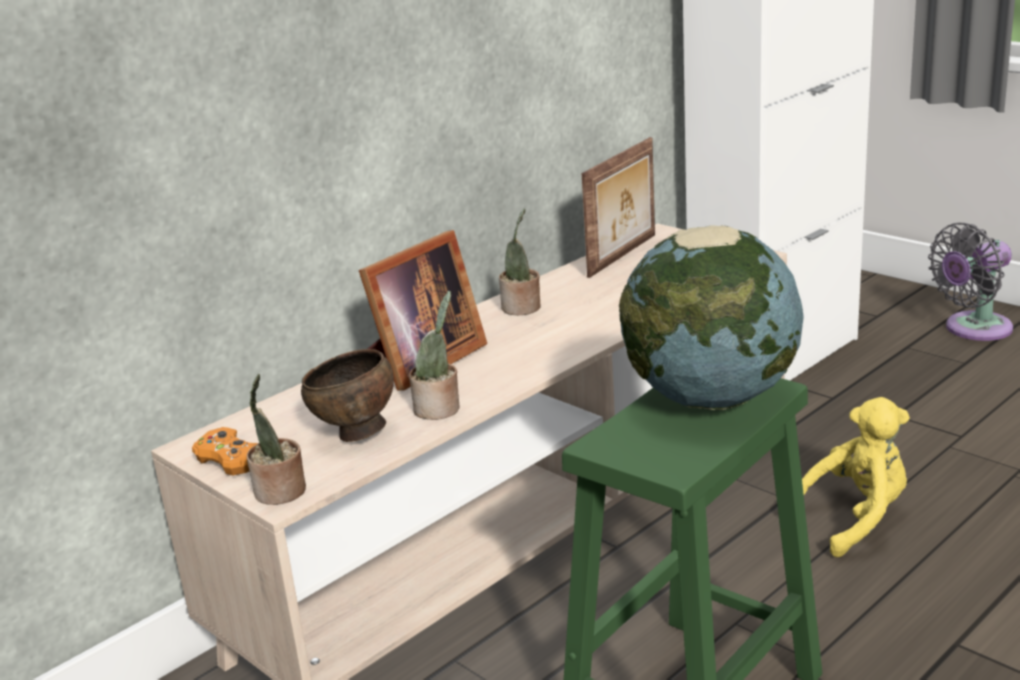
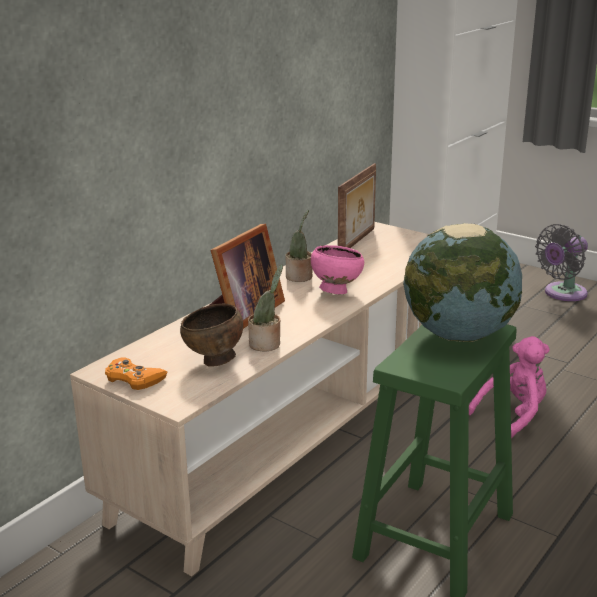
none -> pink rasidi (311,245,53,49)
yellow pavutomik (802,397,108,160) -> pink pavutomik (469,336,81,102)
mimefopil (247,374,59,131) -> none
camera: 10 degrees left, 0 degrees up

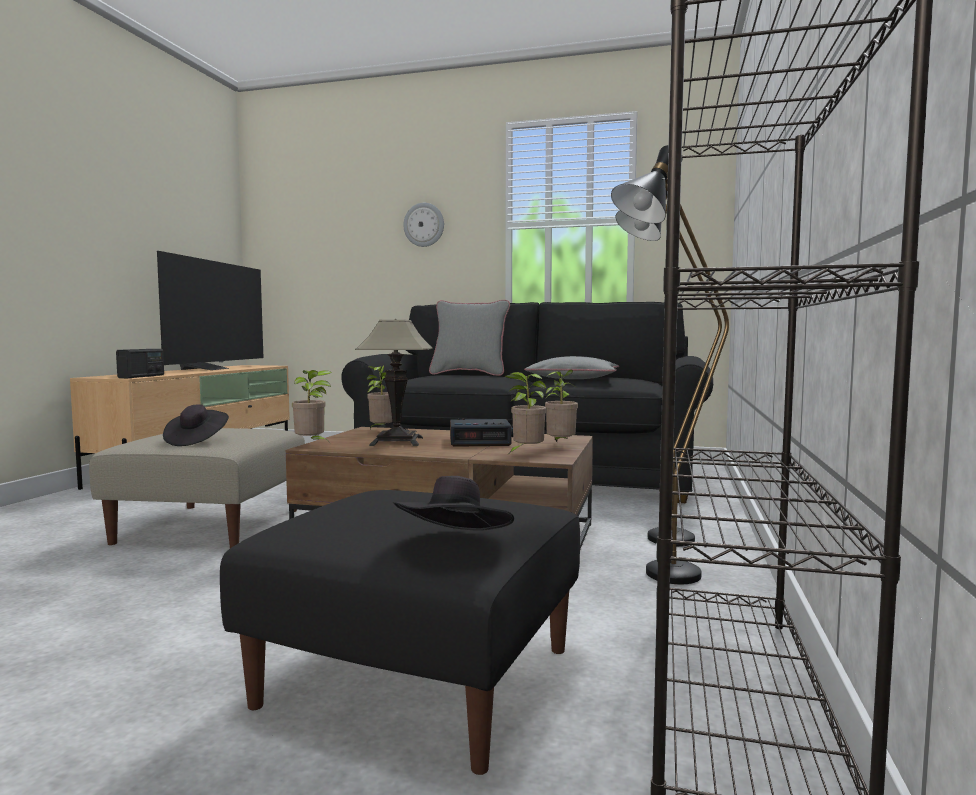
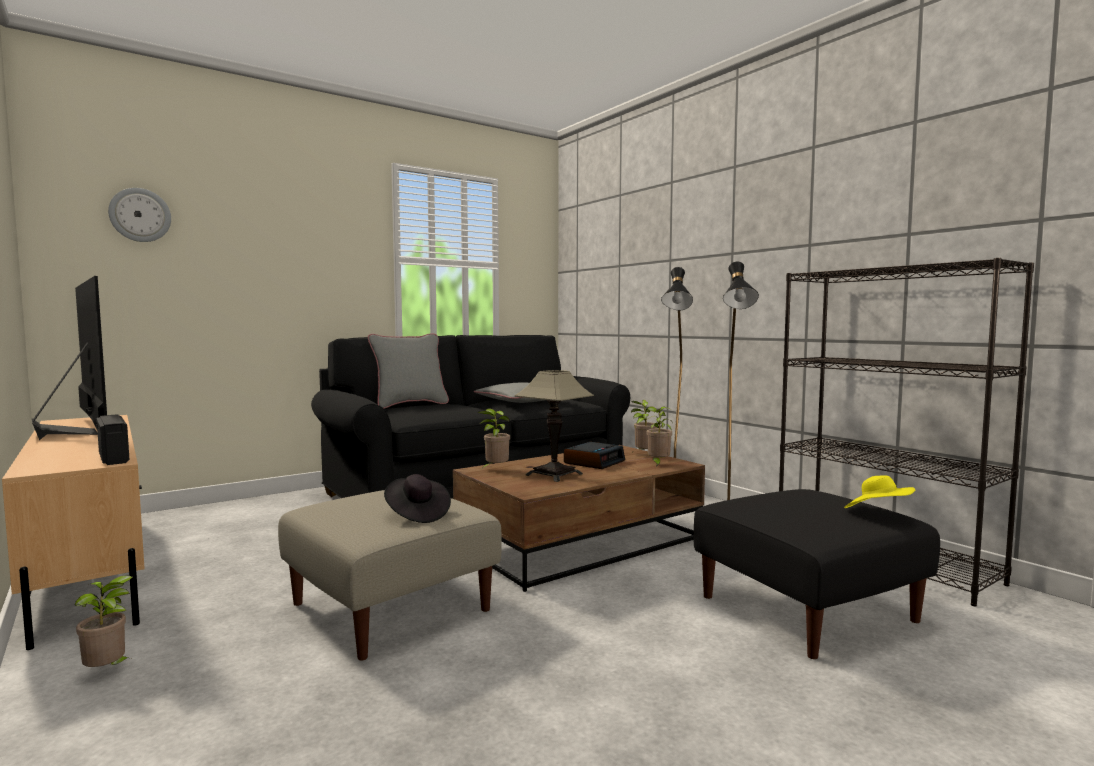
mimefopil (292,370,40,74) -> mimefopil (75,575,58,92), moved
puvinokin (403,203,41,44) -> puvinokin (108,188,63,54), moved
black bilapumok (393,476,121,55) -> yellow bilapumok (844,476,71,32)
camera: 50 degrees left, 0 degrees up

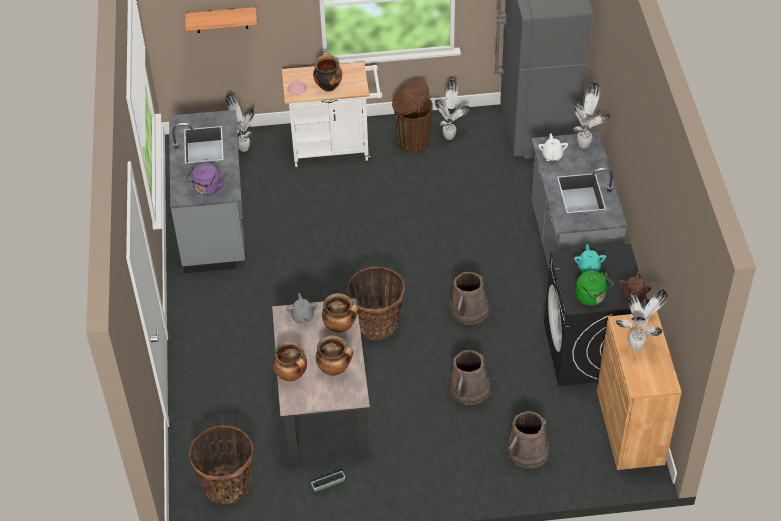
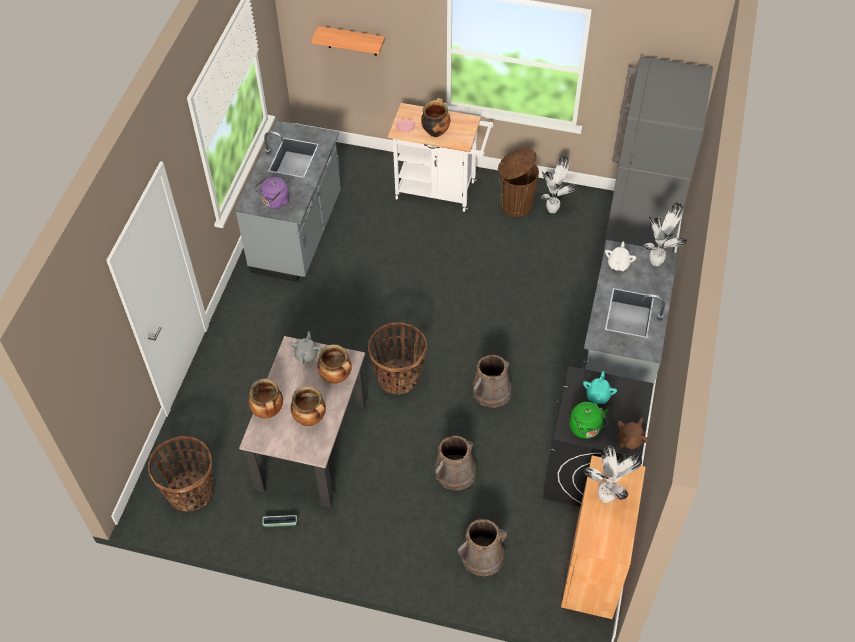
mimefopil (225,94,29,58) -> none
camera: 20 degrees right, 5 degrees up

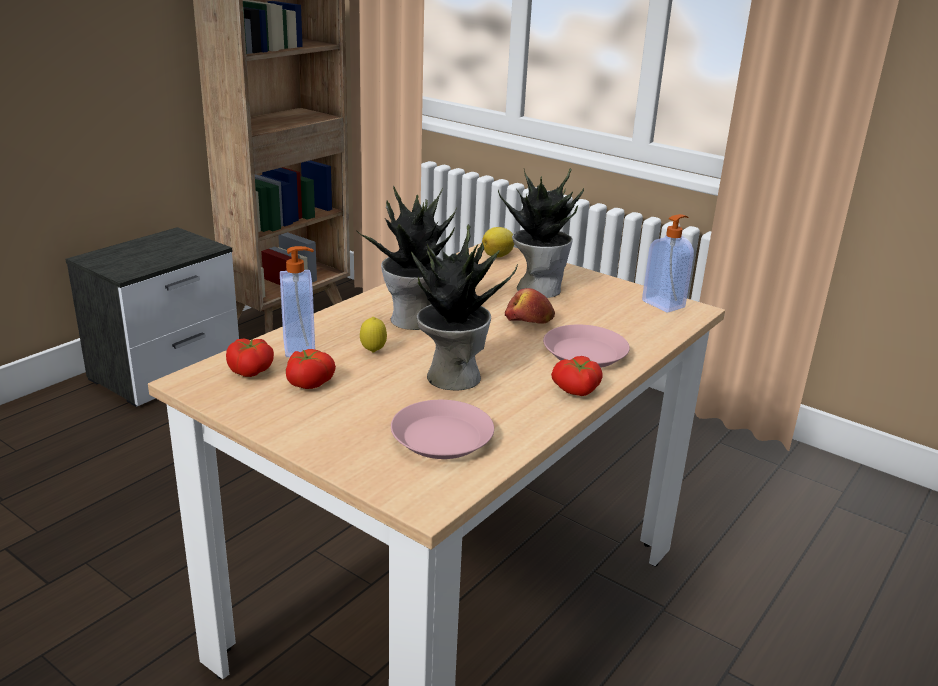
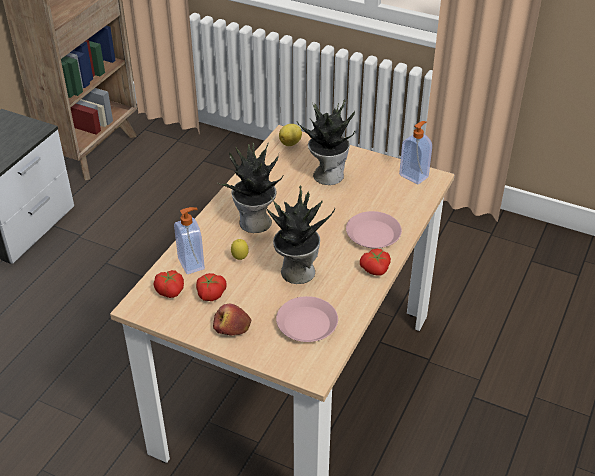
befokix (505,288,50,35) -> befokix (213,304,38,32), moved
camera: 10 degrees left, 15 degrees up

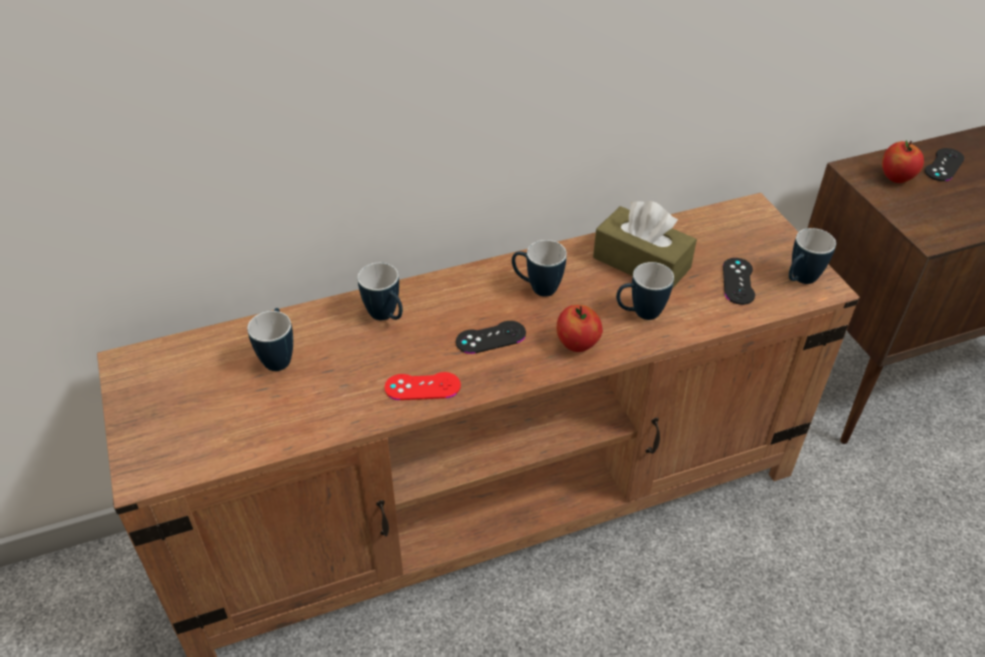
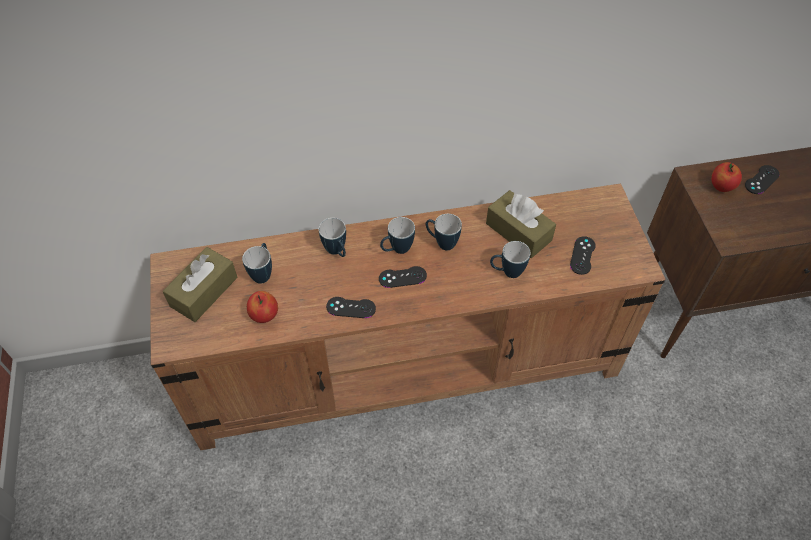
none -> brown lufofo (163,247,74,75)
befokix (557,305,46,47) -> befokix (247,291,31,32), moved
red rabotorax (384,372,77,28) -> black rabotorax (326,297,50,21)
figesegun (789,228,47,56) -> figesegun (380,217,35,37), moved
camera: 10 degrees right, 10 degrees up

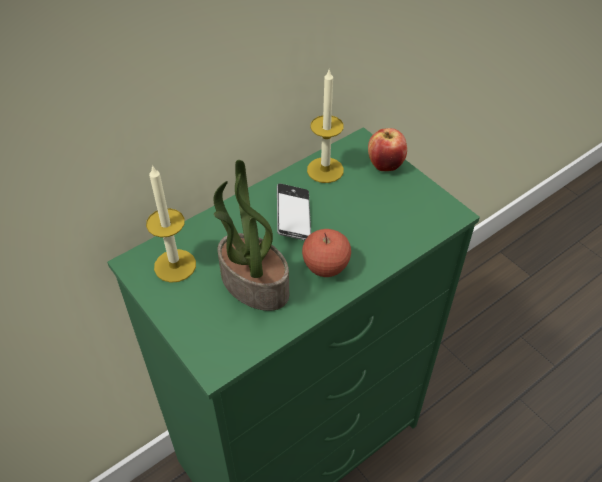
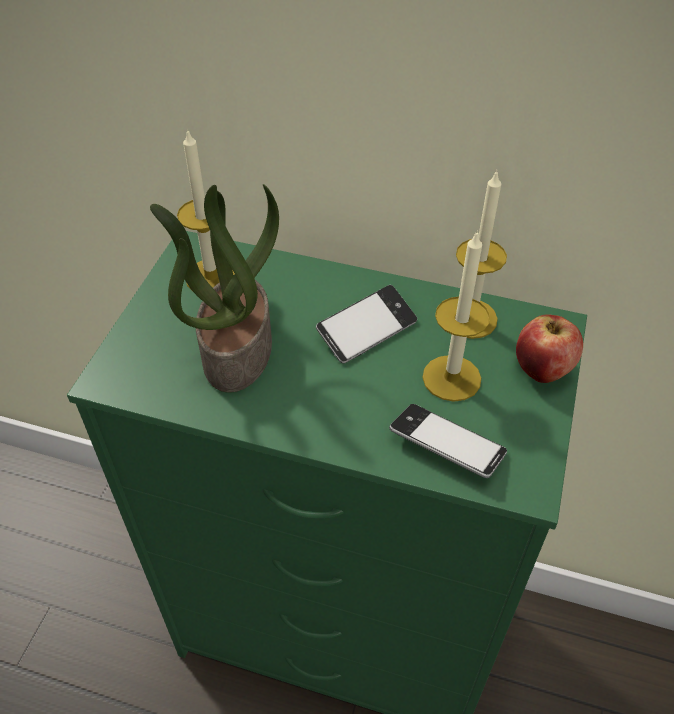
none -> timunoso (389,404,118,74)
none -> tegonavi (422,230,68,172)
befokix (302,229,49,48) -> none
camera: 55 degrees right, 0 degrees up

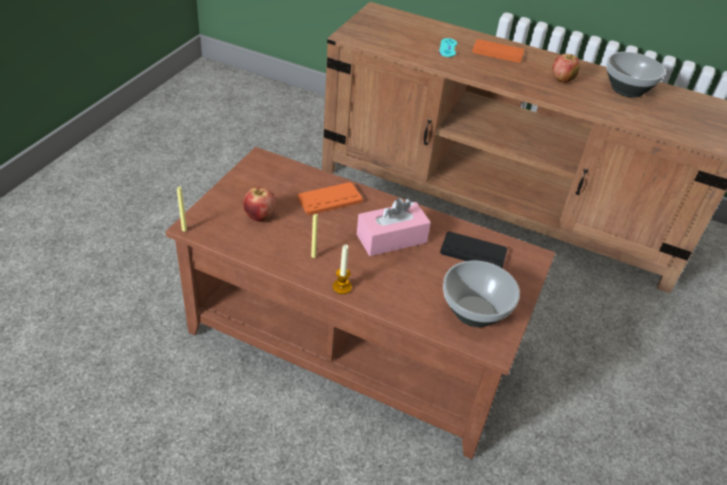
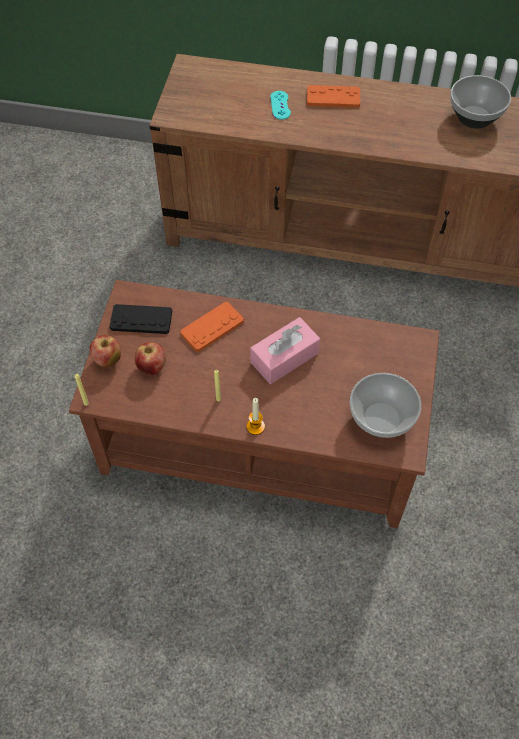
befokix (553,54,27,29) -> befokix (89,335,32,32), moved
black rabotorax (440,231,68,37) -> black rabotorax (109,304,63,30), moved
camera: 10 degrees left, 15 degrees up

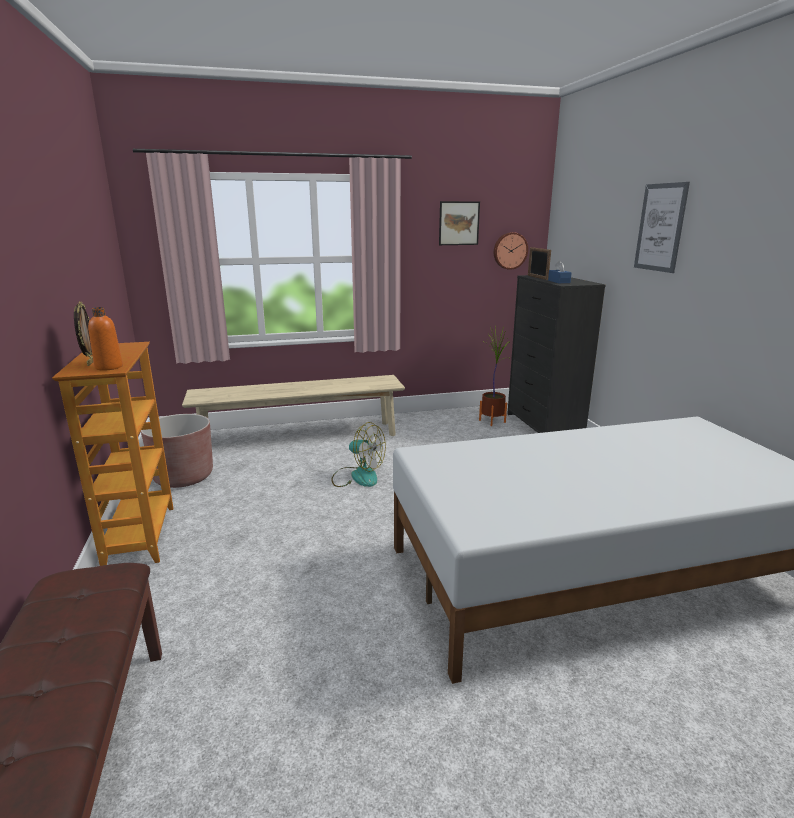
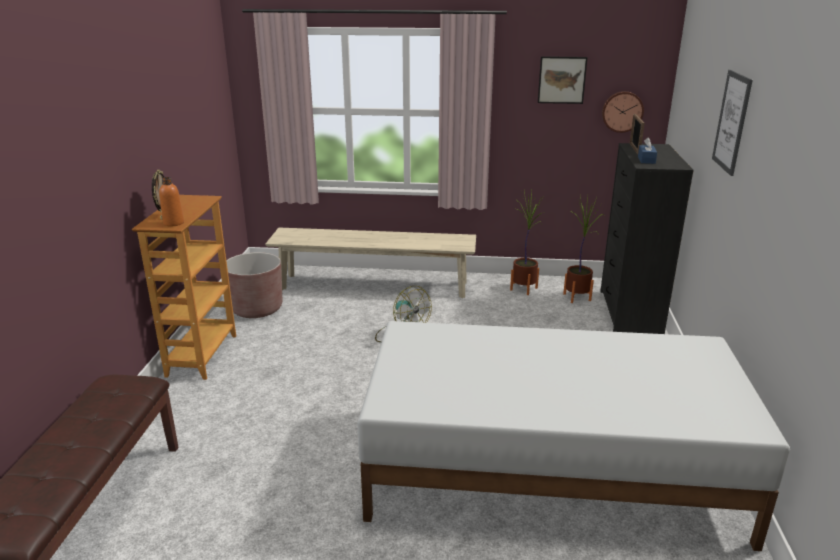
none -> mimefopil (510,190,35,105)
camera: 20 degrees right, 5 degrees up

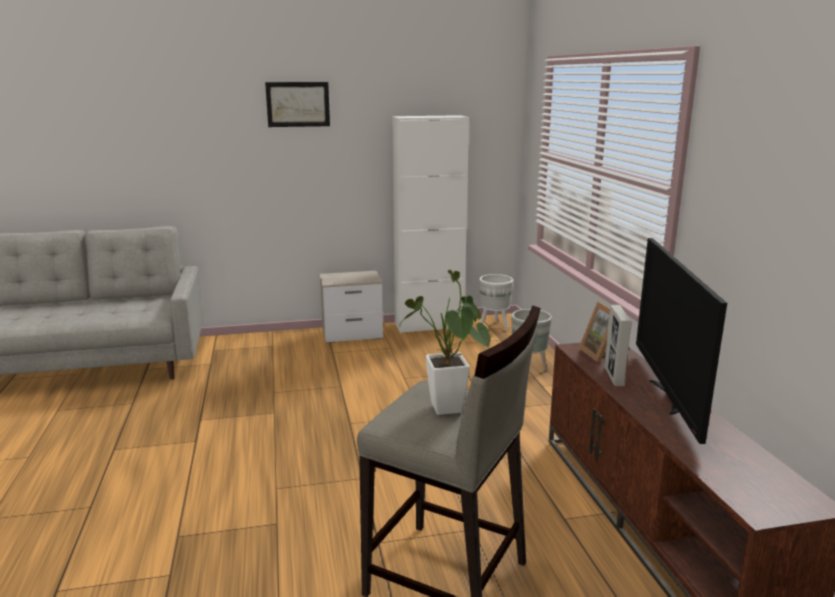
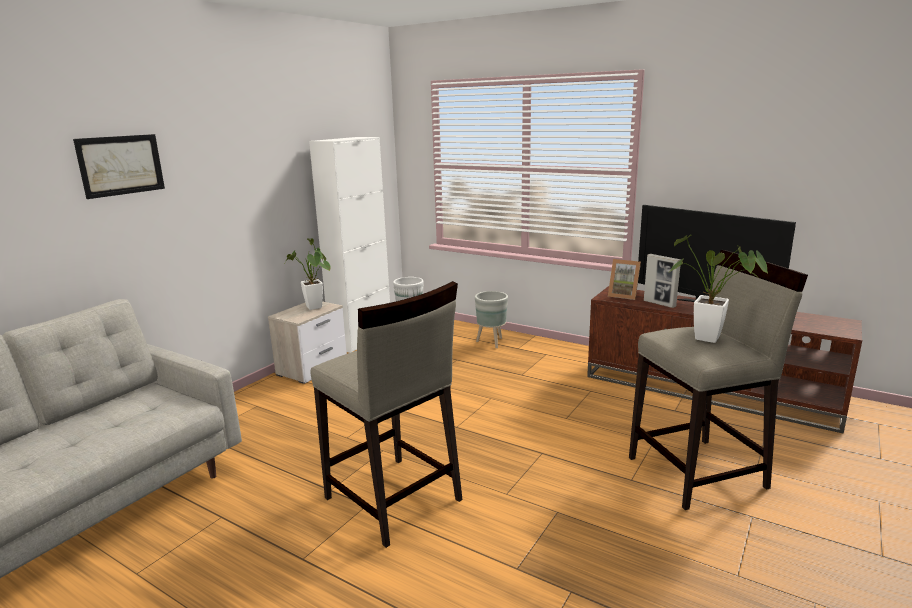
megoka (265,82,65,45) -> megoka (73,134,92,65), moved
none -> mimefopil (285,238,46,72)
none -> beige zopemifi (311,281,151,267)
camera: 45 degrees left, 0 degrees up

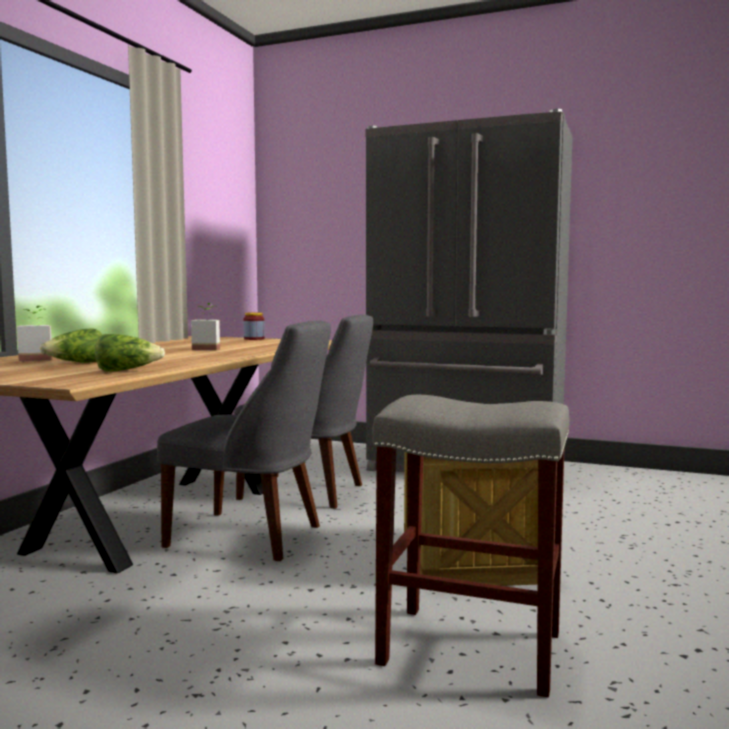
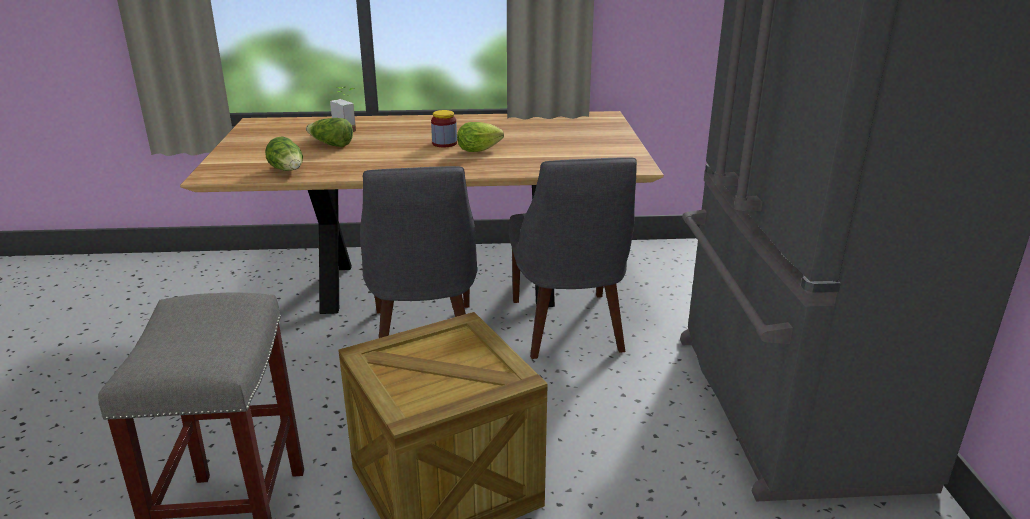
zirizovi (244,312,21,28) -> zirizovi (431,110,26,37), moved
mimefopil (191,303,29,48) -> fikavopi (457,122,47,30)
camera: 65 degrees right, 20 degrees up

